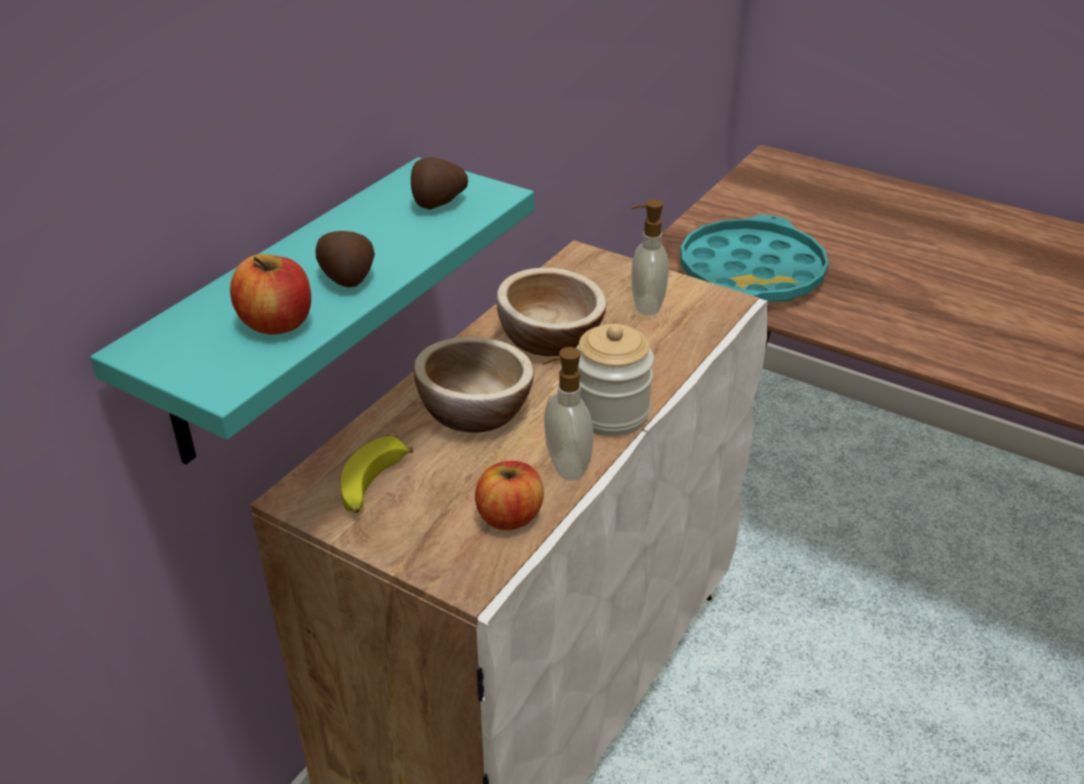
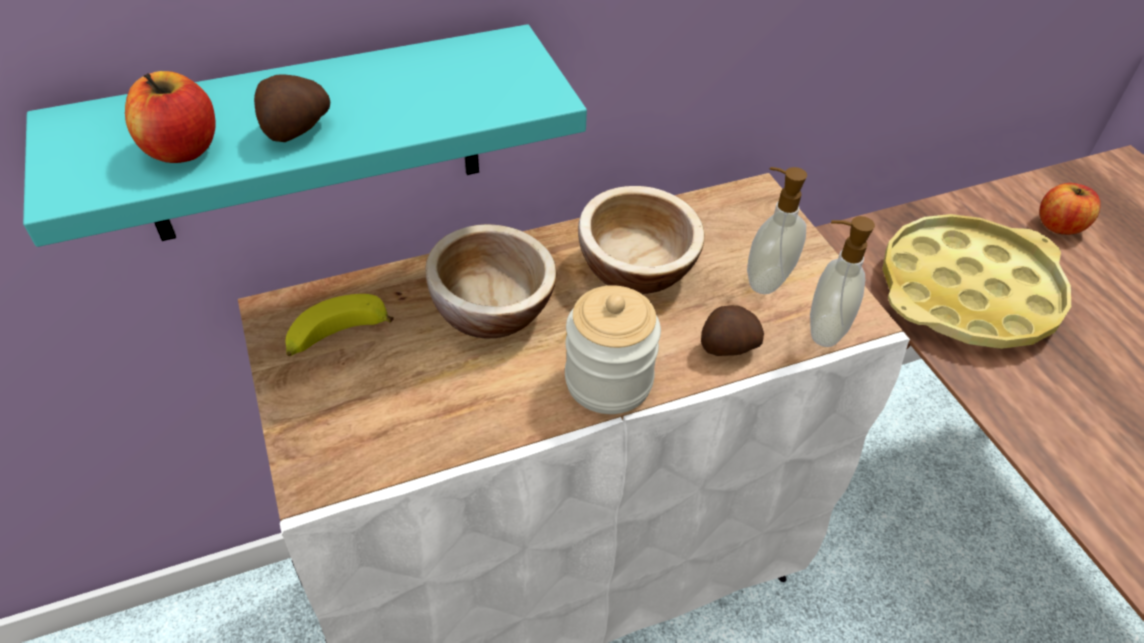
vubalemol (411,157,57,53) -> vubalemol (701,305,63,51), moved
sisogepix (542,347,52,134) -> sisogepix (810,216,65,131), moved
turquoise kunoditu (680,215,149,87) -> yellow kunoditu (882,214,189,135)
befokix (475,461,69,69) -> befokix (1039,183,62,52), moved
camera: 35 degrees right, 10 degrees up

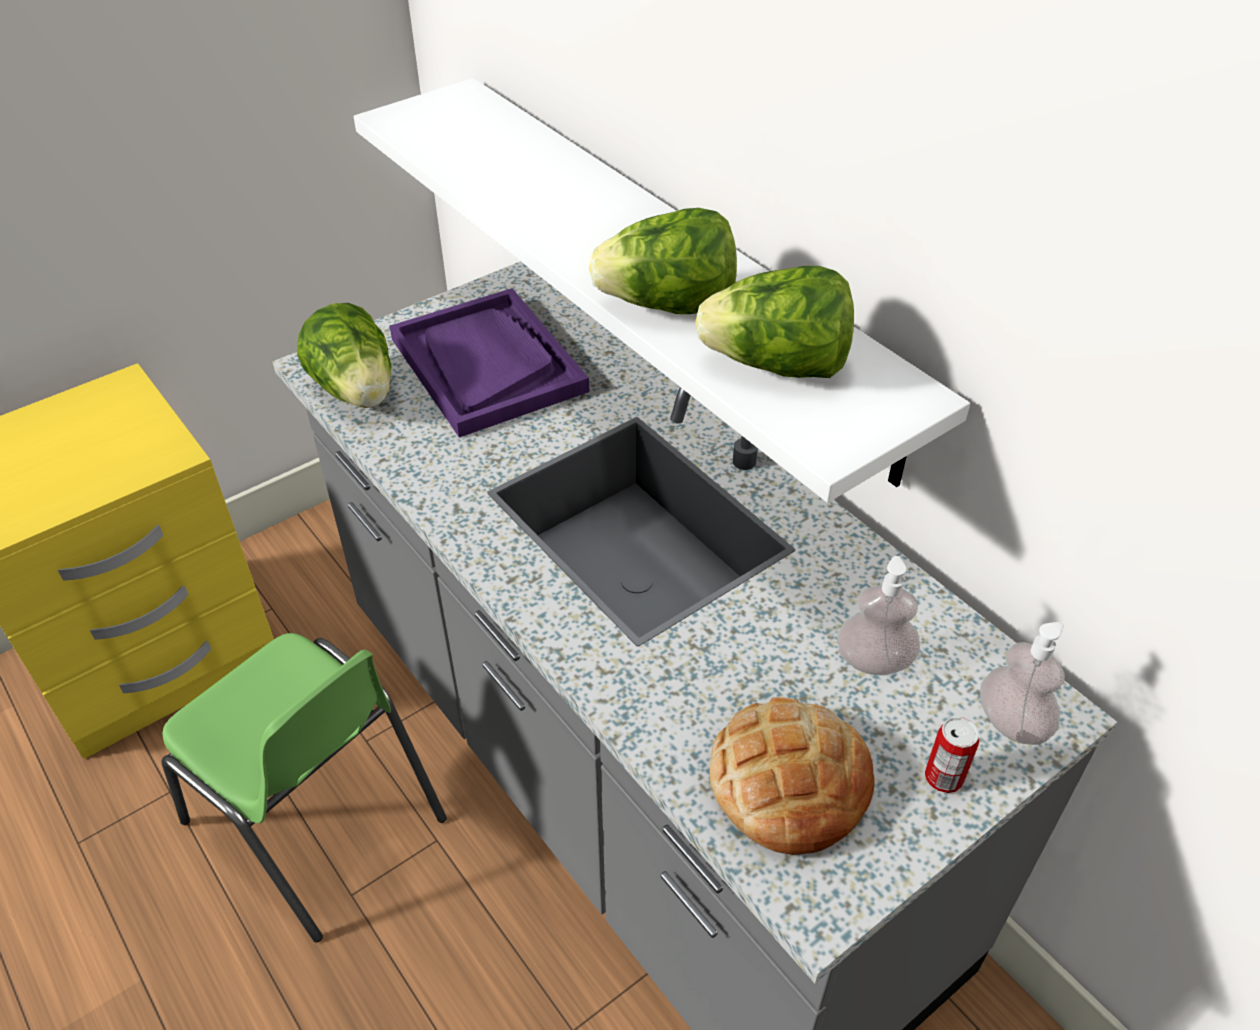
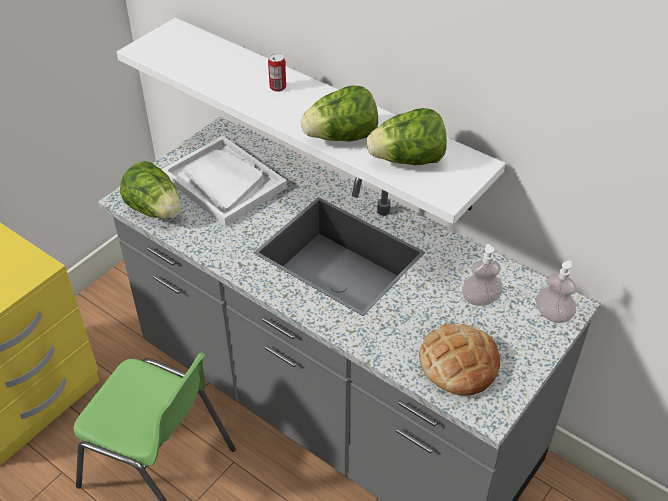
purple kunoditu (390,288,199,149) -> white kunoditu (161,136,126,90)
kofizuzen (925,717,54,76) -> kofizuzen (268,53,18,39), moved
camera: 15 degrees left, 0 degrees up

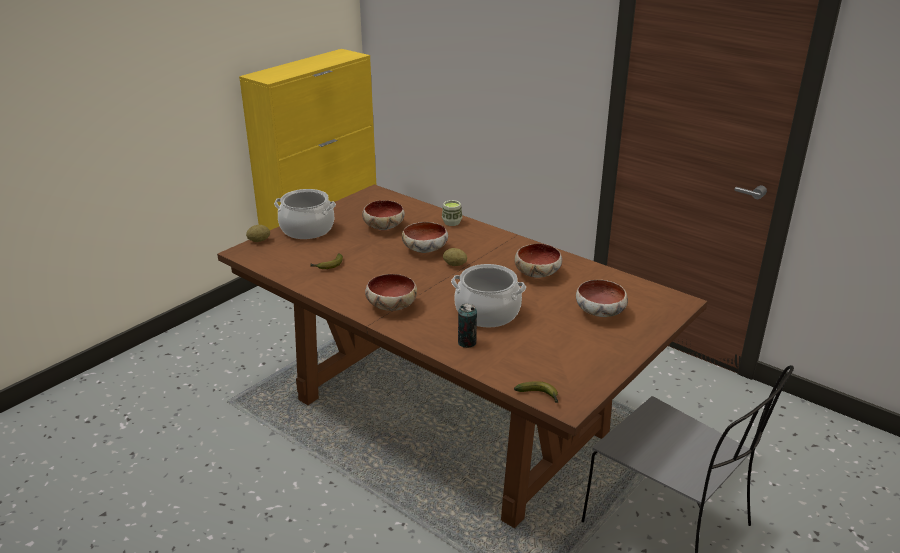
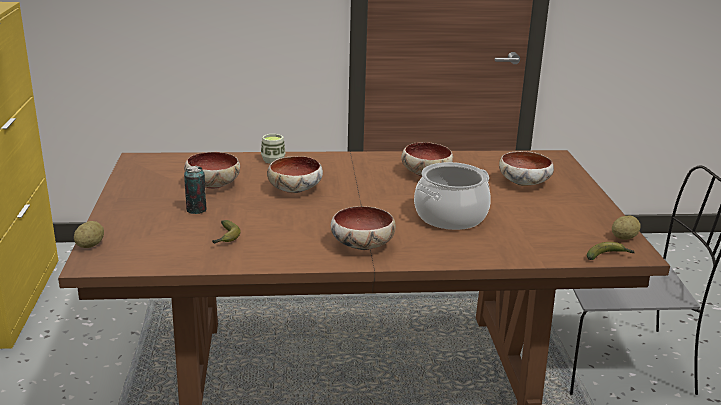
kofizuzen (458,303,19,45) -> kofizuzen (184,166,23,48), moved
vubalemol (443,248,24,18) -> vubalemol (612,215,29,25), moved
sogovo (274,189,62,50) -> none
camera: 45 degrees left, 5 degrees down

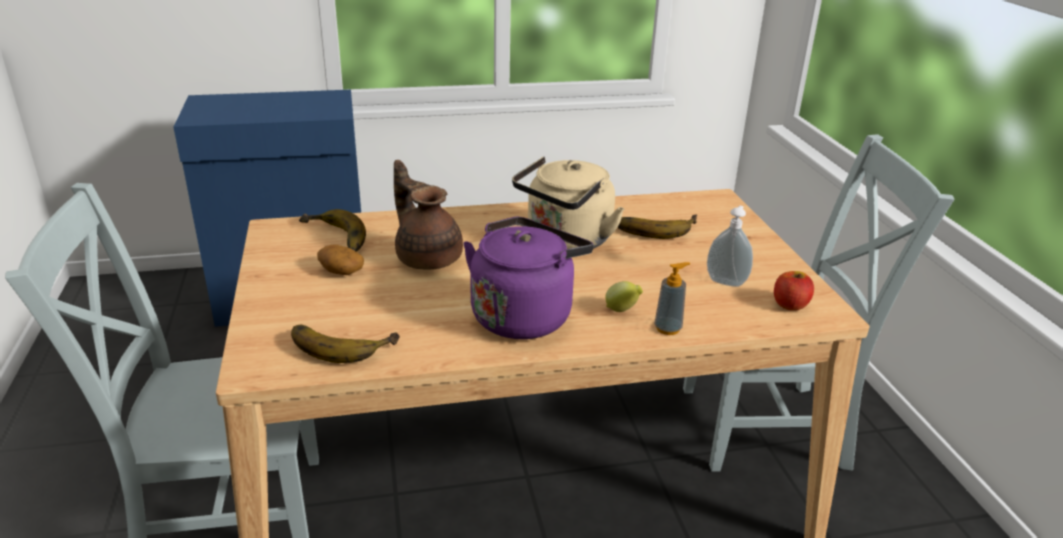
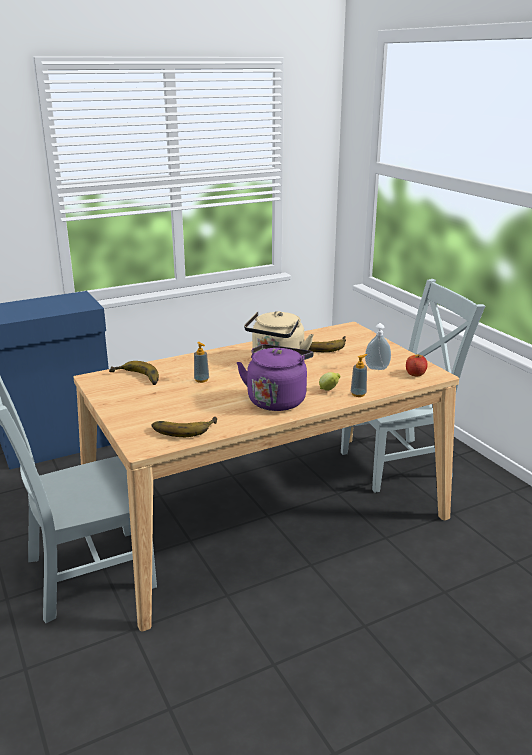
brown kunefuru (394,160,69,110) -> sisogepix (194,342,15,41)
vubalemol (317,244,47,31) -> none
camera: 15 degrees left, 5 degrees down

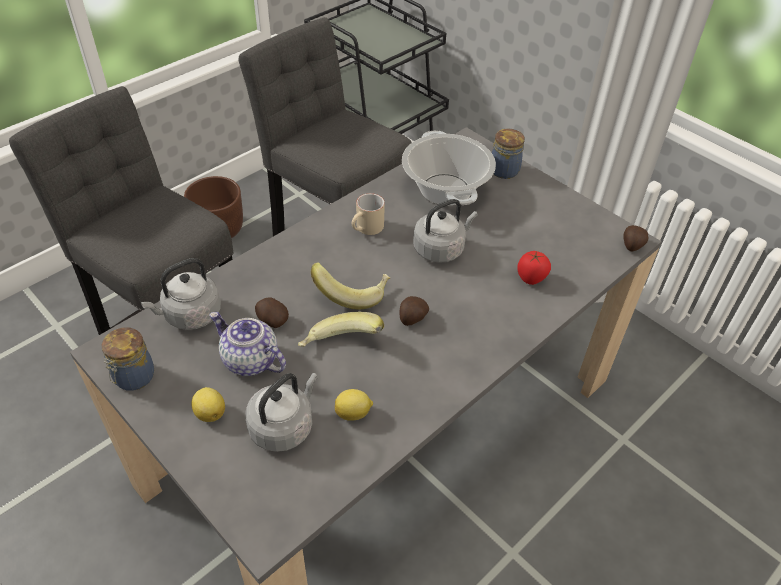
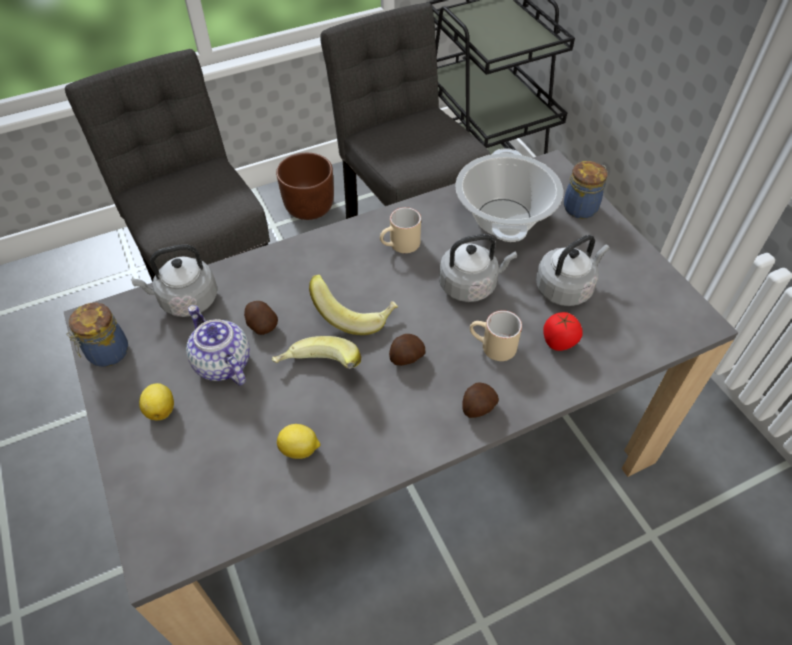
vubalemol (624,225,25,27) -> vubalemol (462,382,37,36), moved
none -> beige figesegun (470,310,52,51)
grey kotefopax (245,373,73,79) -> grey kotefopax (536,235,74,71), moved
camera: 20 degrees right, 5 degrees up

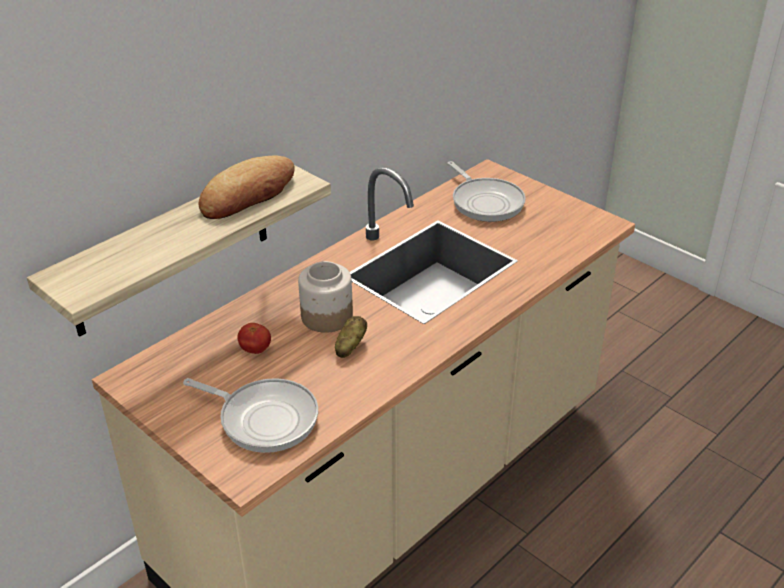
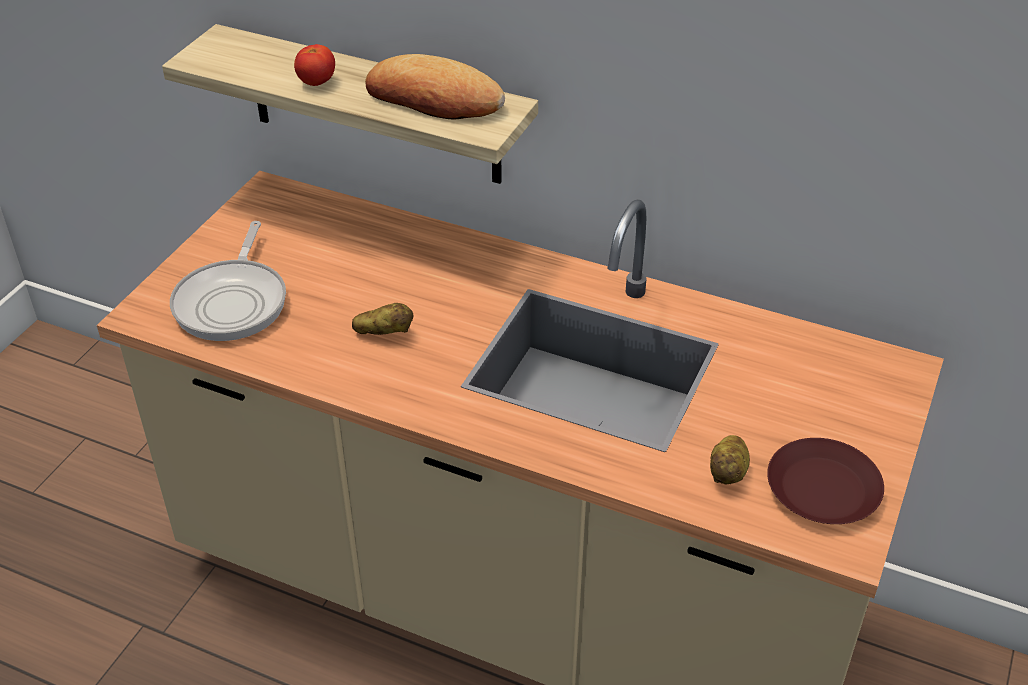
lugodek (237,323,34,31) -> lugodek (294,44,41,42), moved
none -> vubalemol (710,435,40,49)
none -> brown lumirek (767,438,117,86)
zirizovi (298,261,55,72) -> none
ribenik (447,161,79,61) -> none
camera: 70 degrees right, 5 degrees up

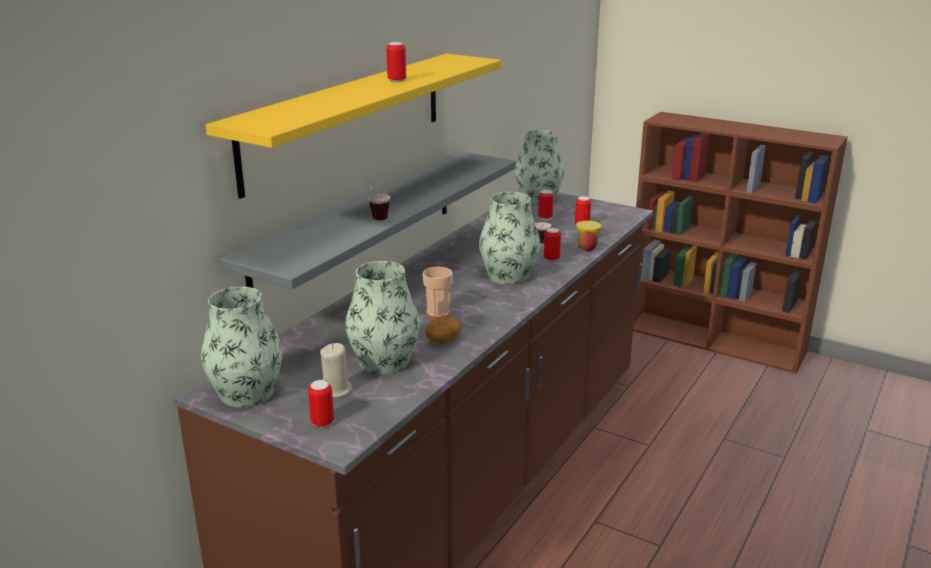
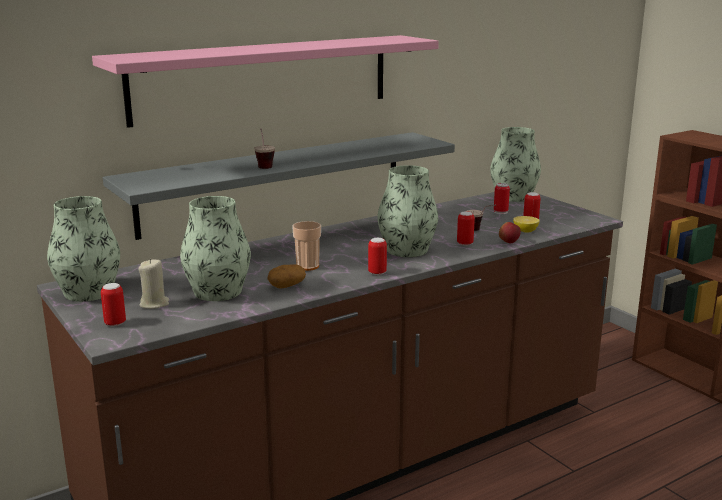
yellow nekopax (205,54,296,145) -> pink nekopax (92,35,347,93)
kofizuzen (386,42,20,40) -> kofizuzen (368,238,19,37), moved
camera: 25 degrees right, 5 degrees down

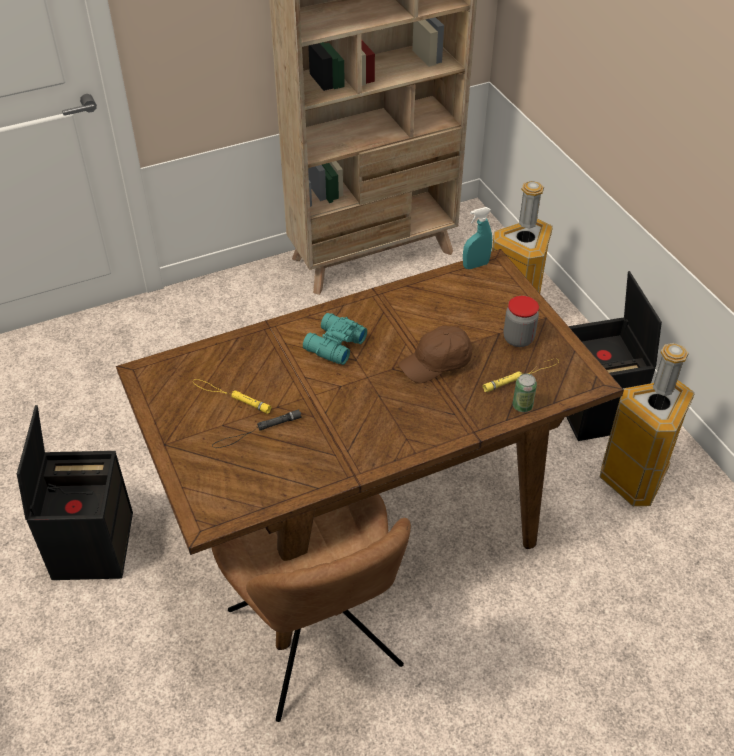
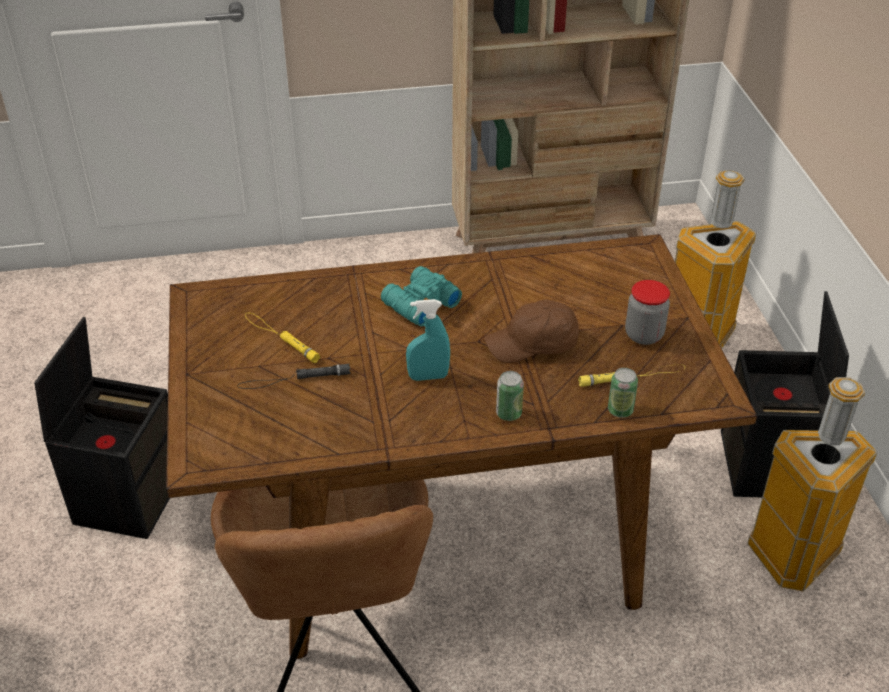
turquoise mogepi (463,207,29,62) -> turquoise mogepi (406,299,44,82), moved
none -> kofizuzen (496,371,28,50)
camera: 15 degrees right, 5 degrees down

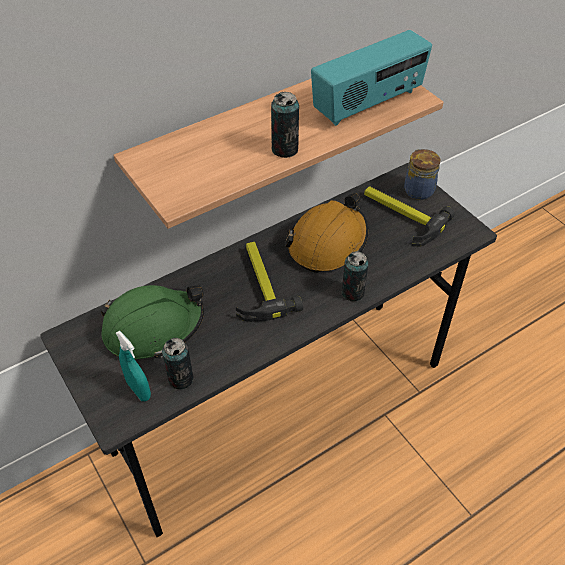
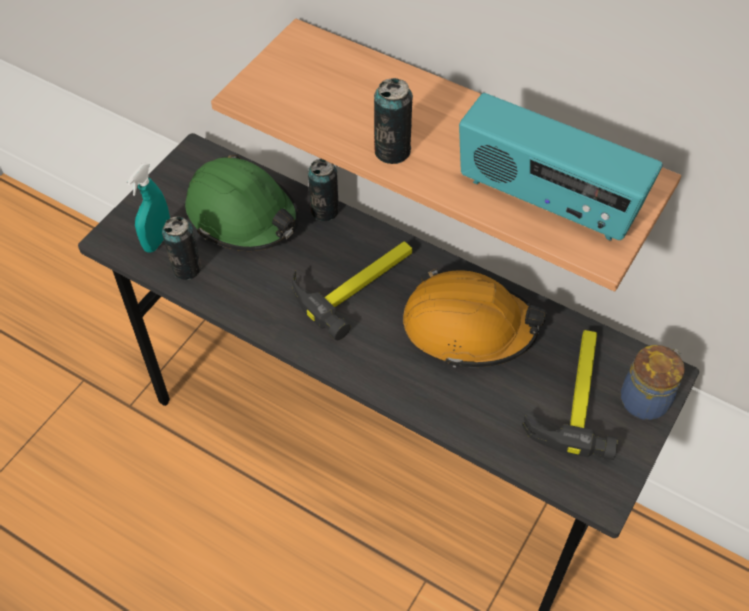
kofizuzen (341,251,27,51) -> kofizuzen (308,159,31,62), moved
camera: 65 degrees right, 5 degrees up

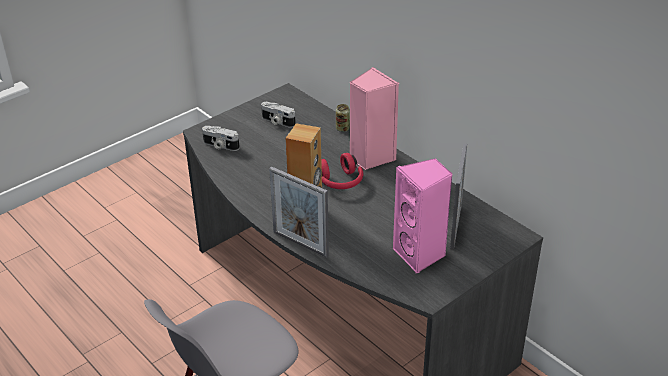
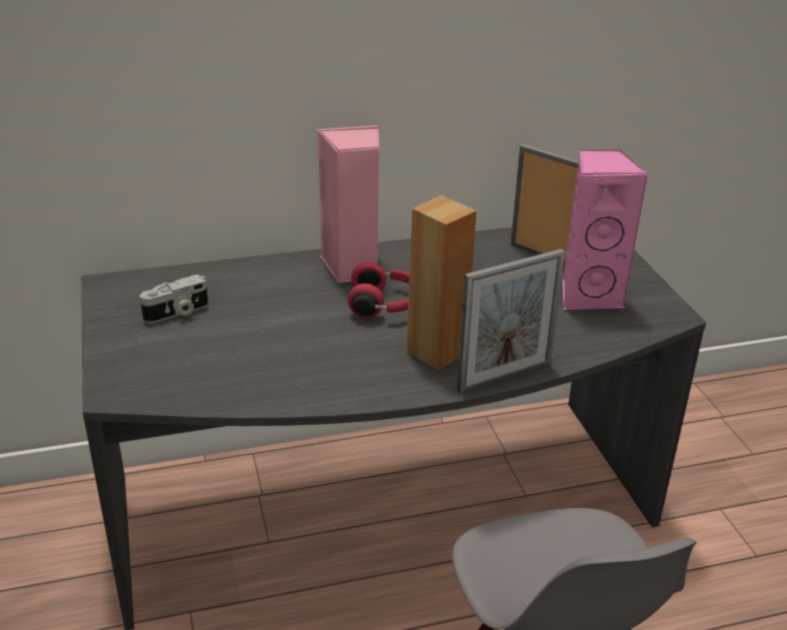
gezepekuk (202,126,37,25) -> none
kofizuzen (336,104,14,28) -> none
camera: 65 degrees left, 5 degrees down

